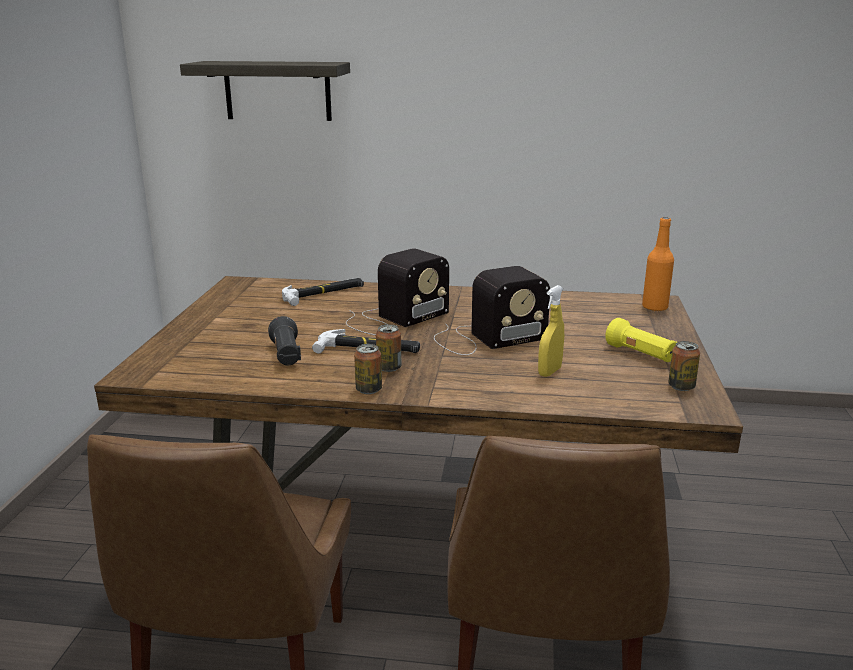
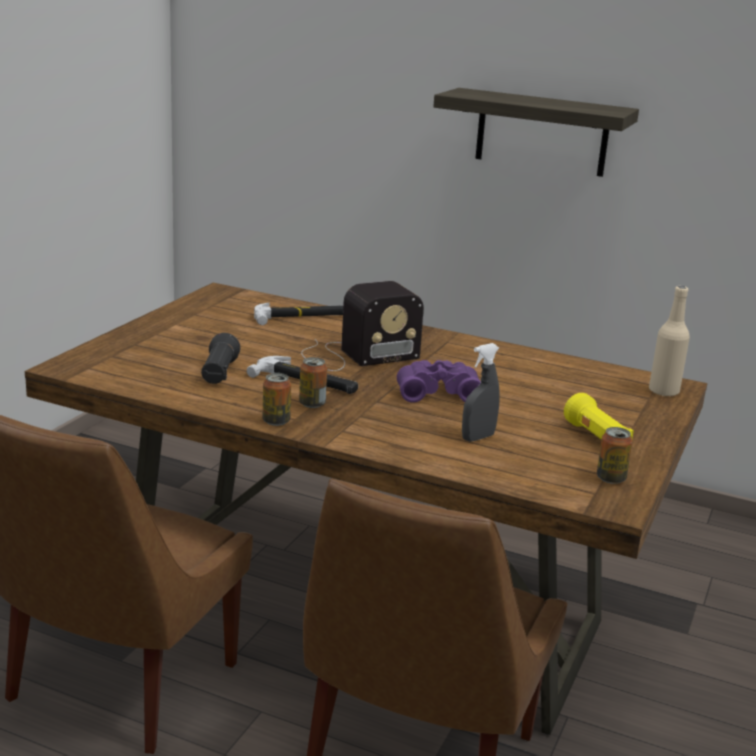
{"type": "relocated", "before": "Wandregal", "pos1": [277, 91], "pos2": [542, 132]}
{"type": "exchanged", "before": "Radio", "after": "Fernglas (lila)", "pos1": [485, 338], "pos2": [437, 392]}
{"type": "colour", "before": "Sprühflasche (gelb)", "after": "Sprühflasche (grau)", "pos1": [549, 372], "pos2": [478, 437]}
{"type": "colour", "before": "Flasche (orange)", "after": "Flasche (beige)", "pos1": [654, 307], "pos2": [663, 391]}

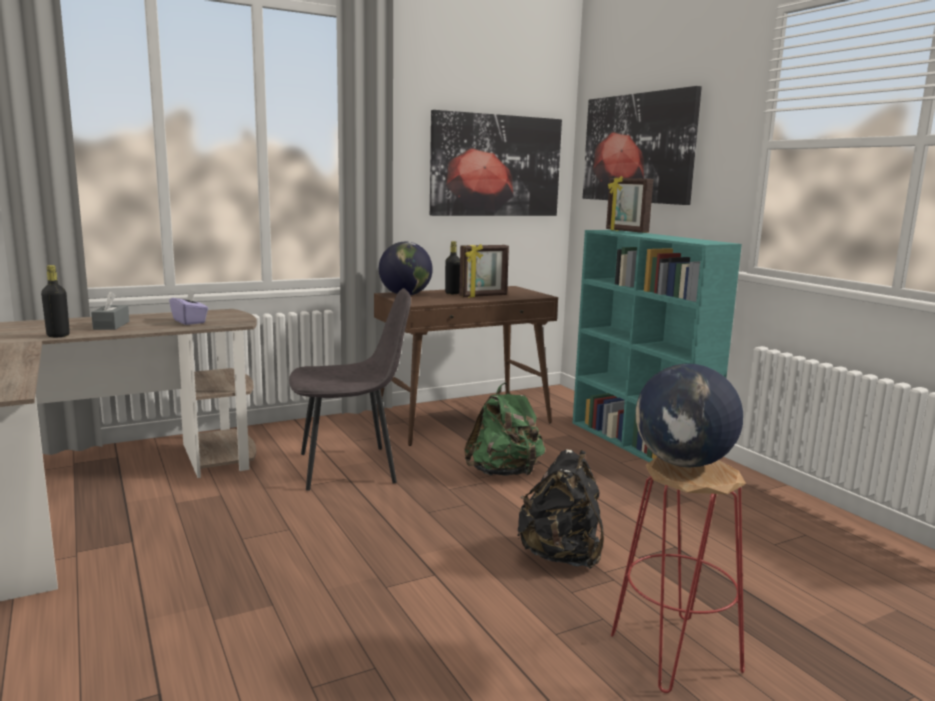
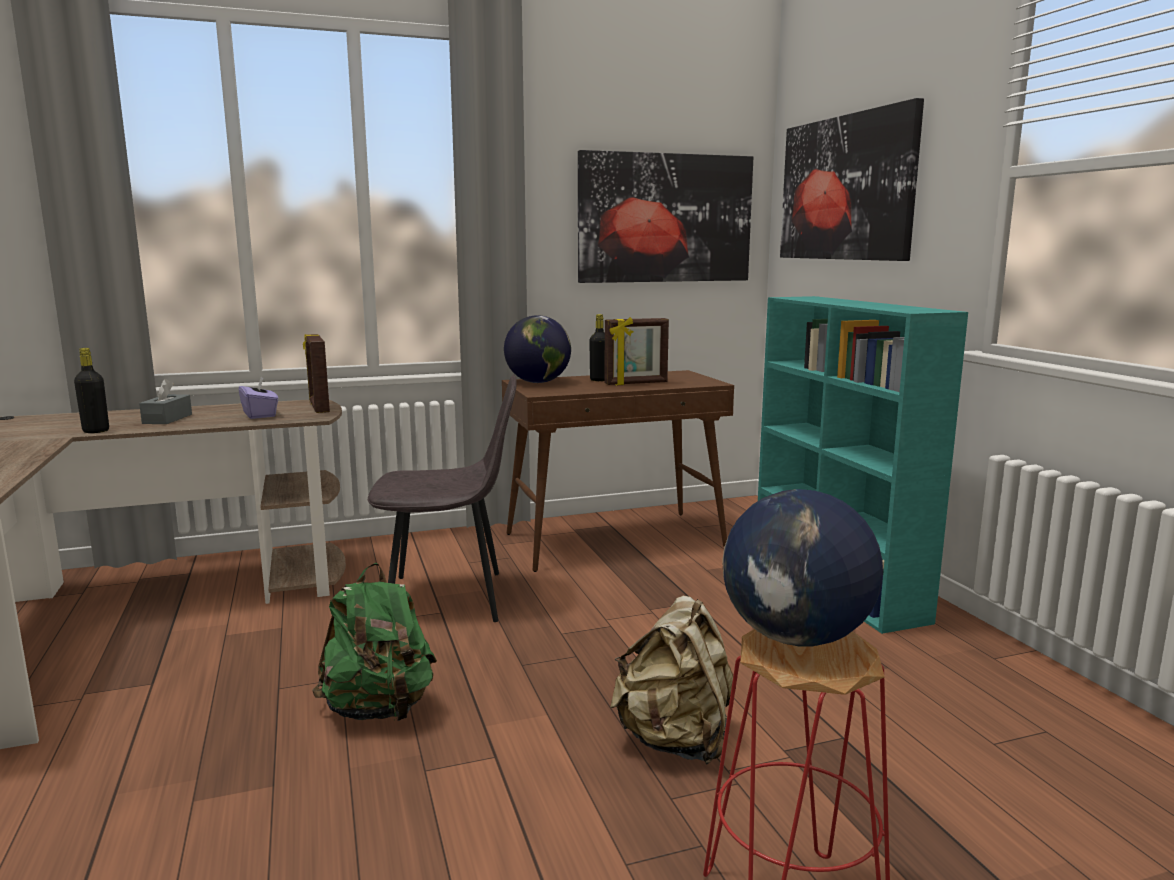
{"type": "relocated", "before": "Rucksack (grün)", "pos1": [504, 473], "pos2": [379, 709]}
{"type": "colour", "before": "Rucksack (schwarz)", "after": "Rucksack (beige)", "pos1": [561, 556], "pos2": [675, 740]}
{"type": "relocated", "before": "Bilderrahmen", "pos1": [626, 231], "pos2": [318, 407]}

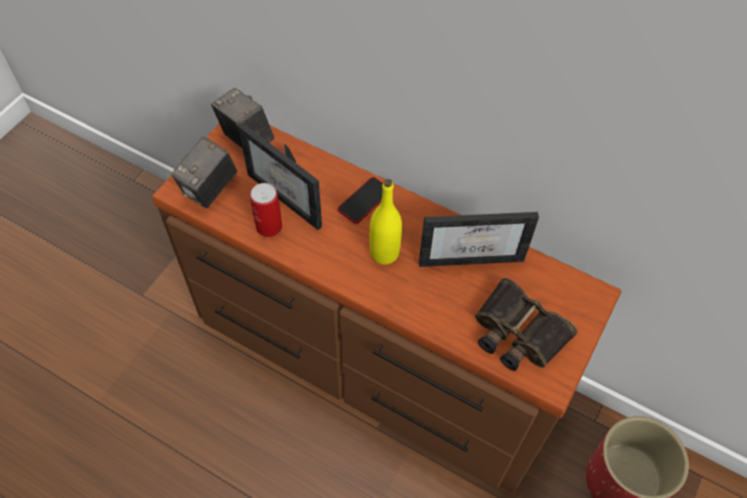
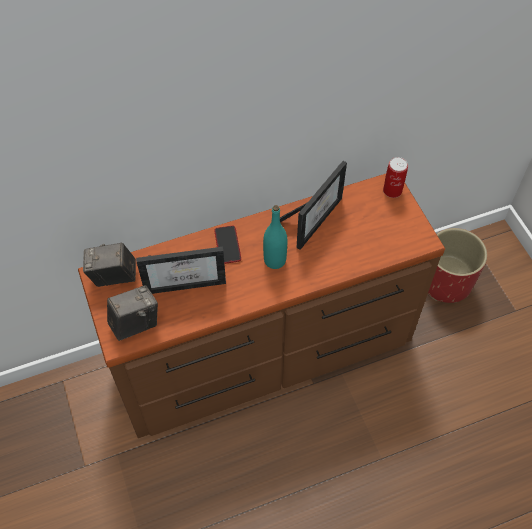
{"type": "spun", "before": "Kamera", "pos1": [210, 189], "pos2": [135, 323], "turn": -105}
{"type": "relocated", "before": "Dose", "pos1": [269, 227], "pos2": [392, 190]}
{"type": "colour", "before": "Flasche (gelb)", "after": "Flasche (türkis)", "pos1": [384, 253], "pos2": [275, 260]}
{"type": "missing", "before": "Fernglas", "pos1": [517, 333]}

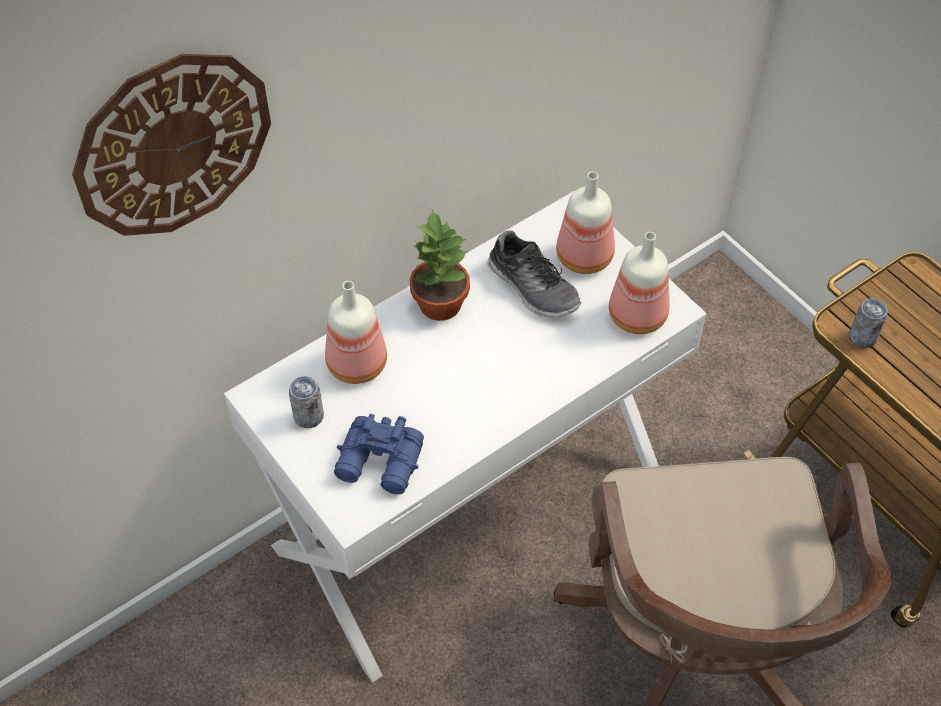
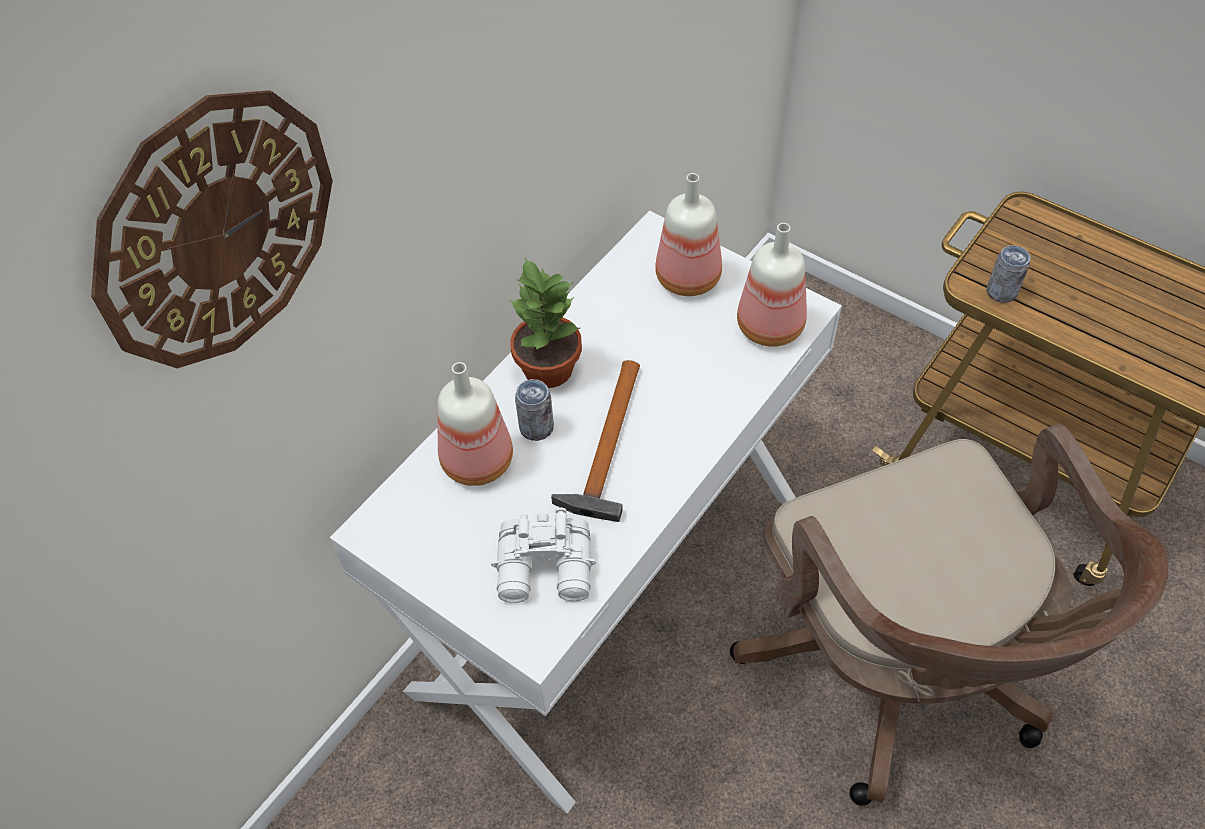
{"type": "relocated", "before": "Dose", "pos1": [308, 416], "pos2": [536, 427]}
{"type": "colour", "before": "Fernglas (blau)", "after": "Fernglas (weiß)", "pos1": [381, 464], "pos2": [547, 570]}
{"type": "missing", "before": "Schuh", "pos1": [533, 287]}
{"type": "appeared", "after": "Hammer", "pos2": [606, 447]}

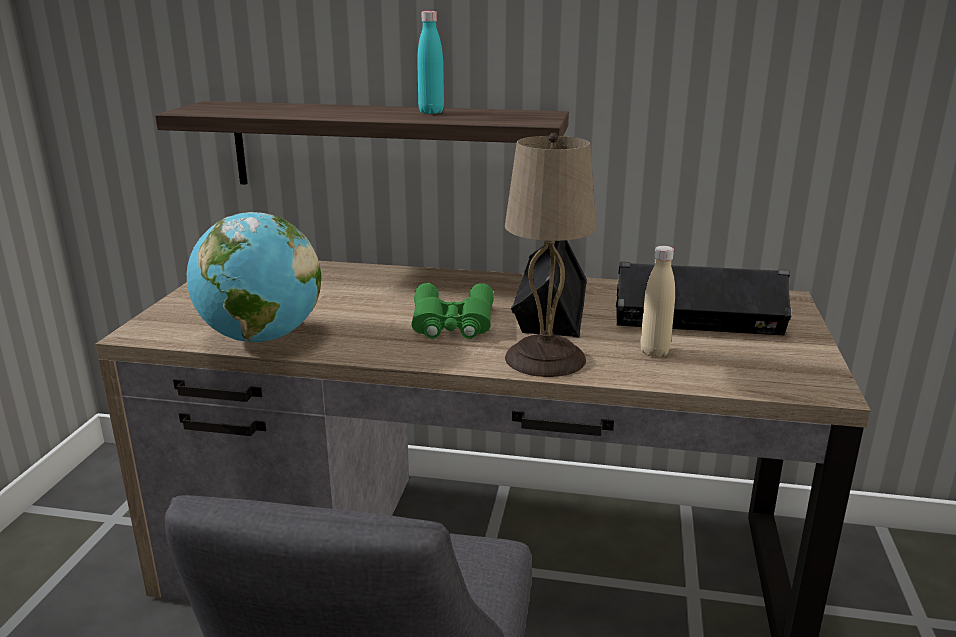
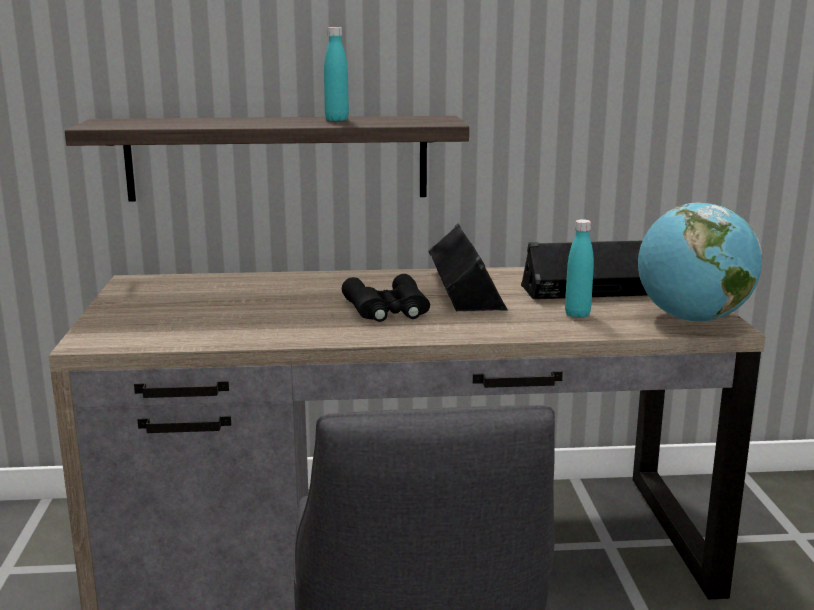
{"type": "relocated", "before": "Globus", "pos1": [261, 338], "pos2": [692, 319]}
{"type": "colour", "before": "Fernglas (grün)", "after": "Fernglas (schwarz)", "pos1": [452, 322], "pos2": [387, 309]}
{"type": "missing", "before": "Tischlampe (beige)", "pos1": [543, 359]}
{"type": "colour", "before": "Flasche (beige)", "after": "Flasche (türkis)", "pos1": [654, 352], "pos2": [577, 315]}

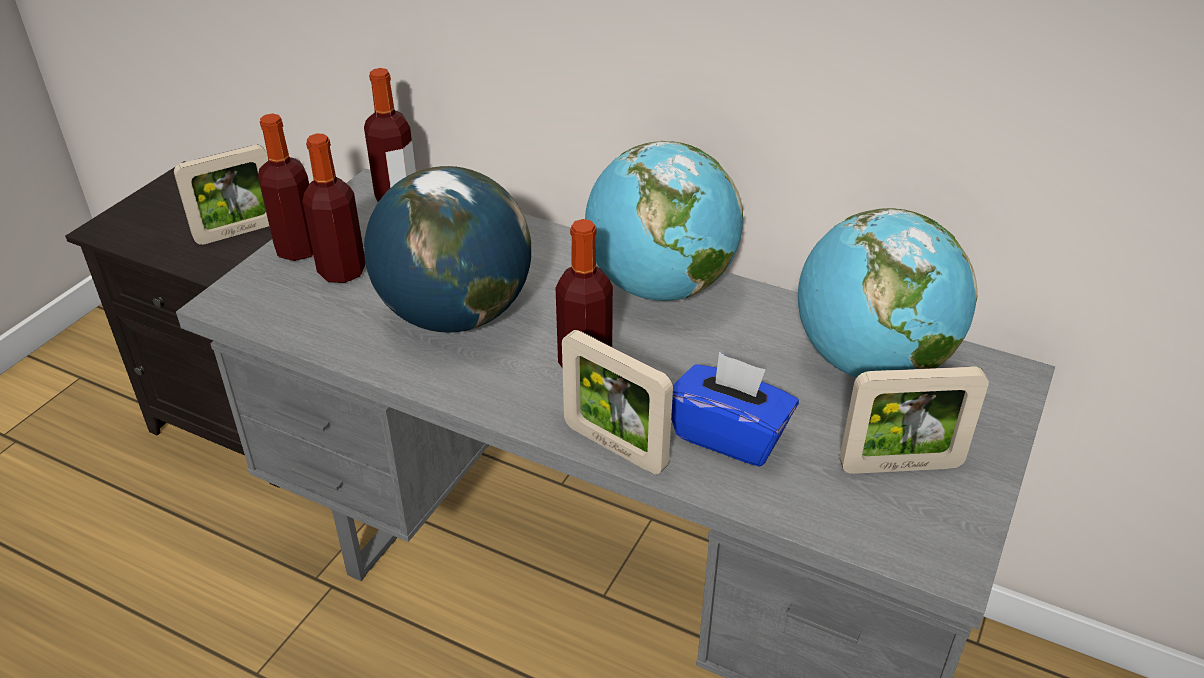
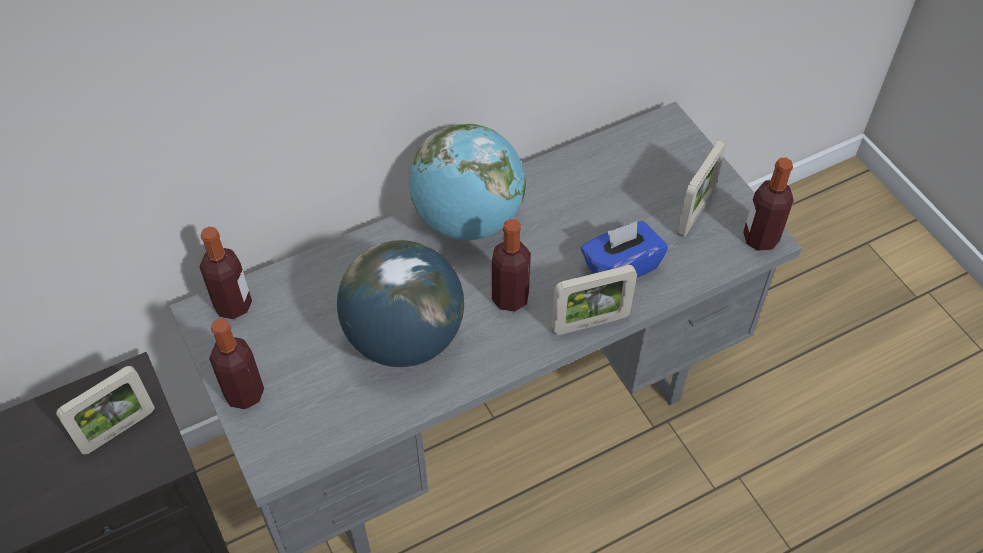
{"type": "spun", "before": "Bilderrahmen", "pos1": [238, 232], "pos2": [118, 430], "turn": 45}
{"type": "relocated", "before": "Flasche", "pos1": [342, 271], "pos2": [760, 238]}
{"type": "missing", "before": "Globus", "pos1": [870, 364]}

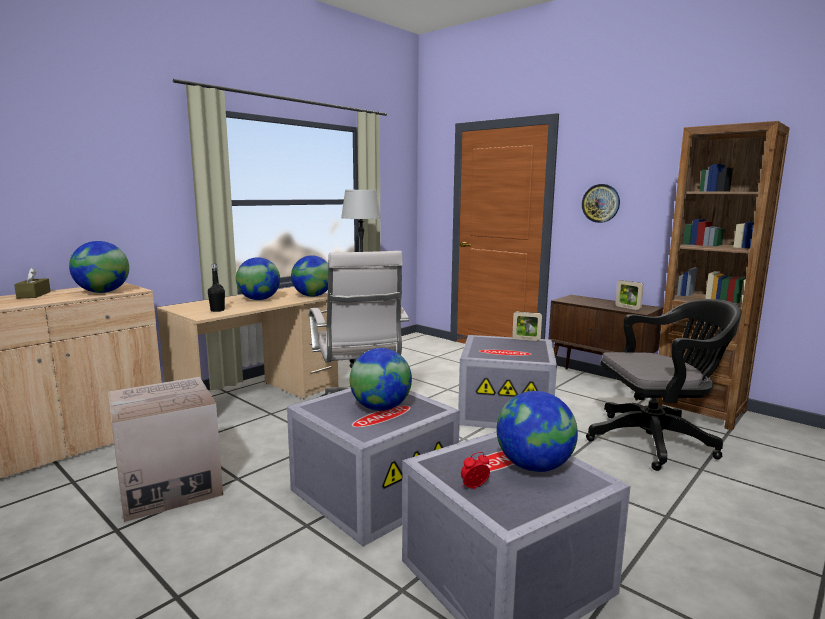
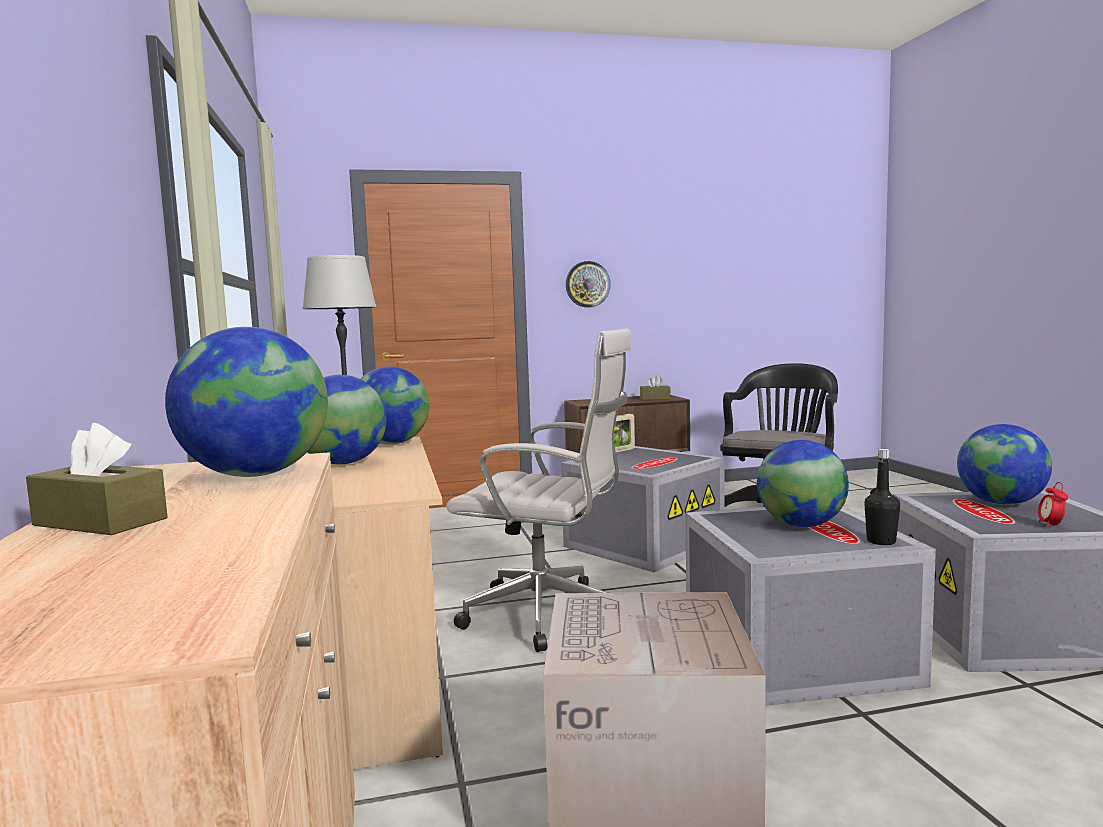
{"type": "relocated", "before": "Flasche (schwarz)", "pos1": [217, 310], "pos2": [881, 541]}
{"type": "exchanged", "before": "Bilderrahmen", "after": "Taschentuchbox (braun)", "pos1": [627, 308], "pos2": [655, 398]}
{"type": "missing", "before": "Bücherregal (braun)", "pos1": [699, 410]}

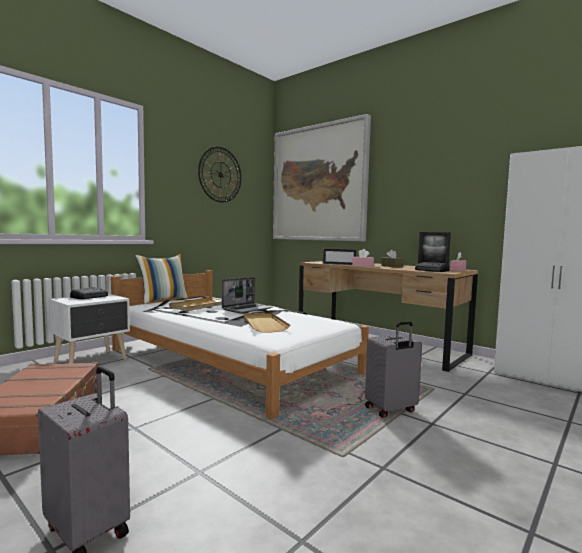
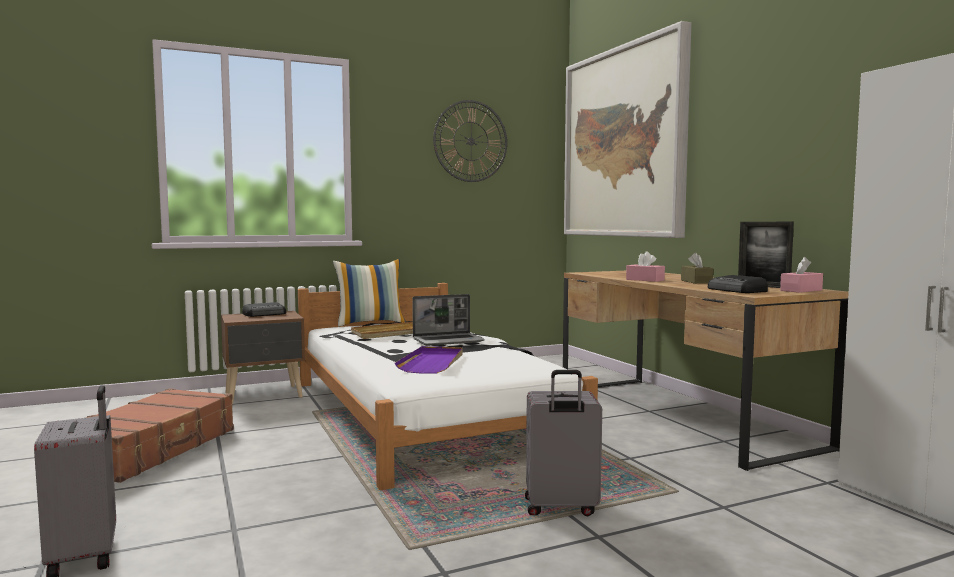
{"type": "colour", "before": "Nachttisch (weiß)", "after": "Nachttisch (braun)", "pos1": [92, 361], "pos2": [265, 395]}
{"type": "colour", "before": "Tablett (beige)", "after": "Tablett (lila)", "pos1": [264, 324], "pos2": [432, 363]}
{"type": "missing", "before": "Bilderrahmen", "pos1": [339, 264]}

